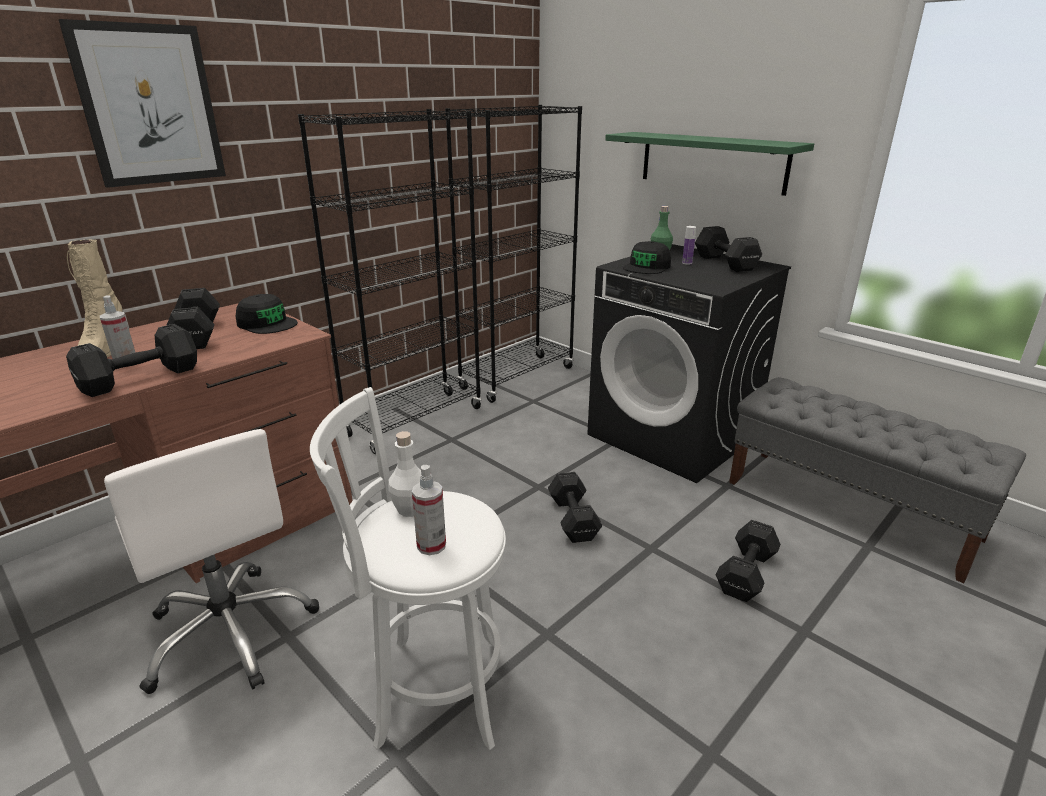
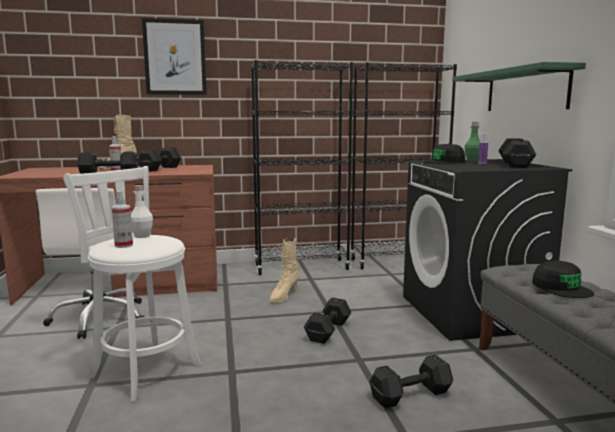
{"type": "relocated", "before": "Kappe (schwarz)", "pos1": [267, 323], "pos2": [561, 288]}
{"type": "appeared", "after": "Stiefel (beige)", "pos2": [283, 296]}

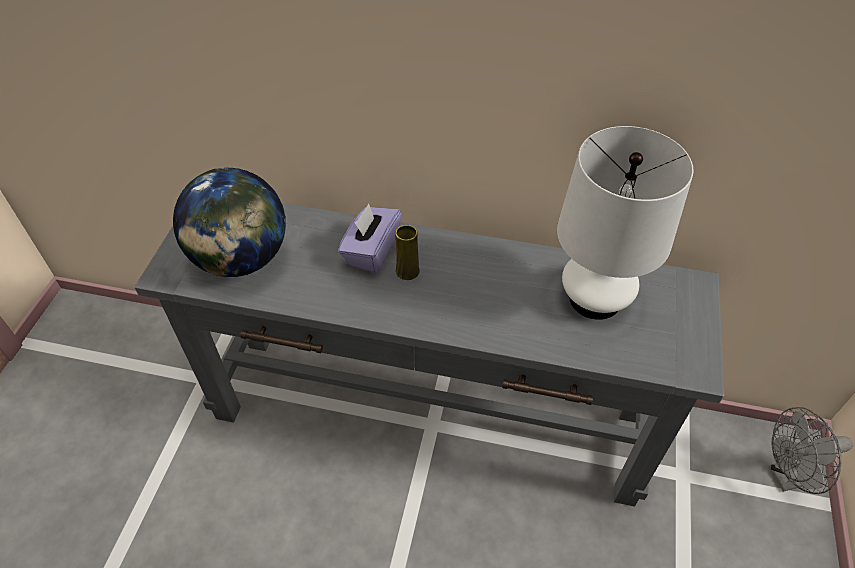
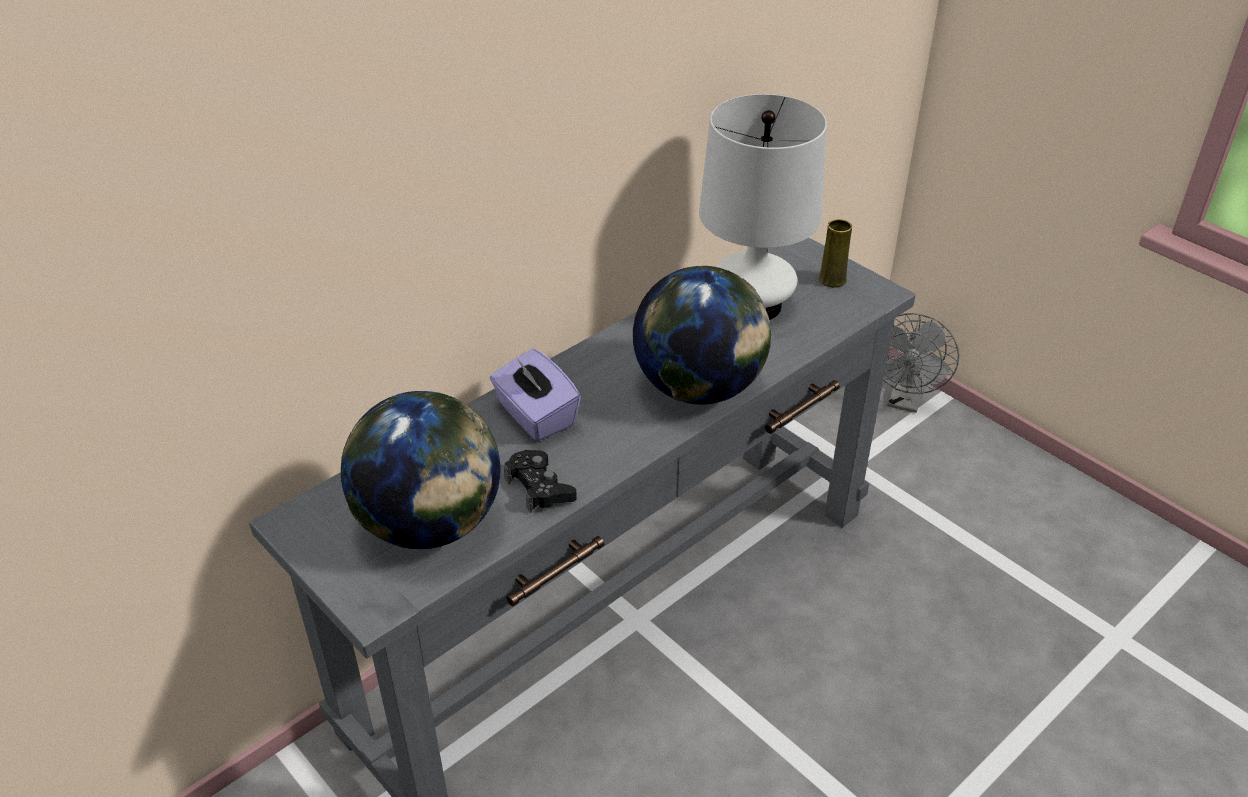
{"type": "relocated", "before": "Vase (gelb)", "pos1": [407, 271], "pos2": [832, 280]}
{"type": "appeared", "after": "Gamepad (schwarz)", "pos2": [539, 488]}
{"type": "appeared", "after": "Globus", "pos2": [699, 389]}

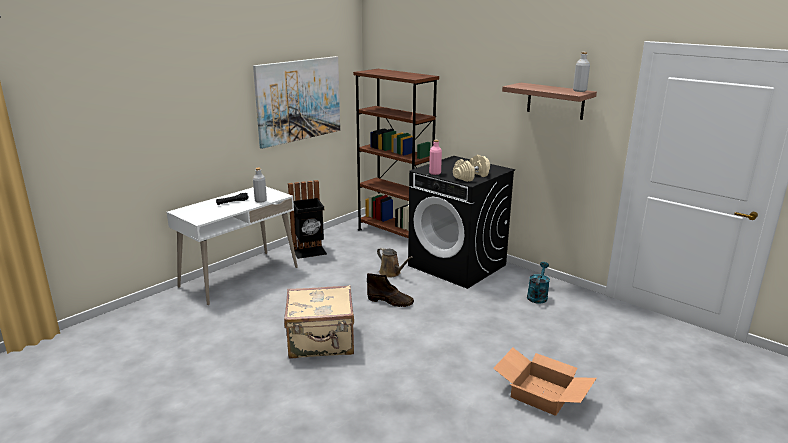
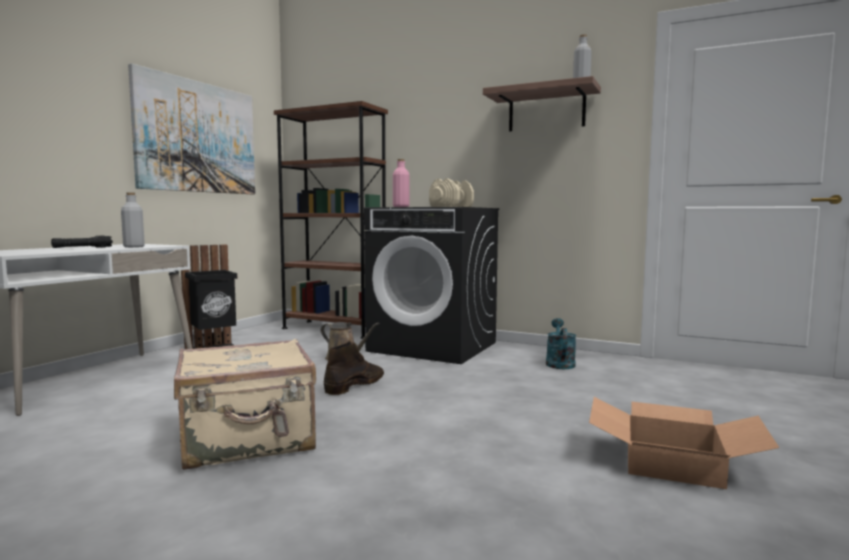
{"type": "spun", "before": "Stiefel (braun)", "pos1": [390, 301], "pos2": [355, 384], "turn": -60}

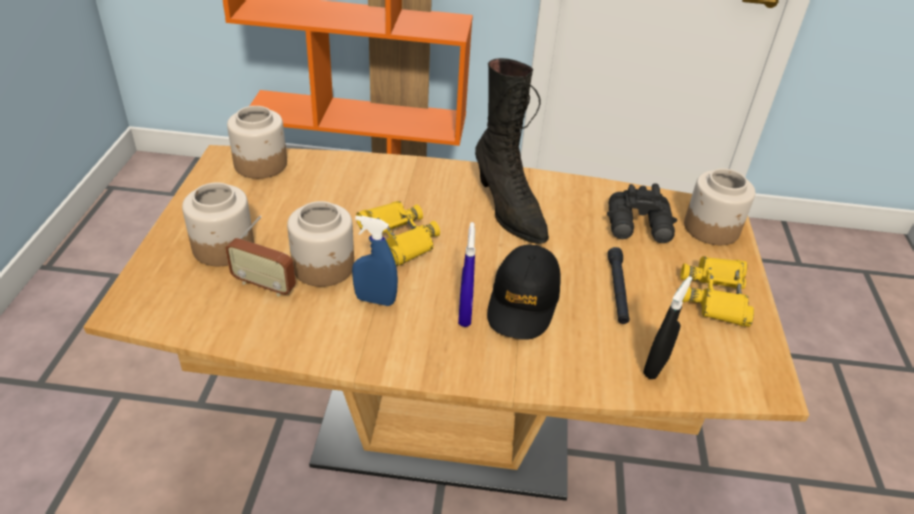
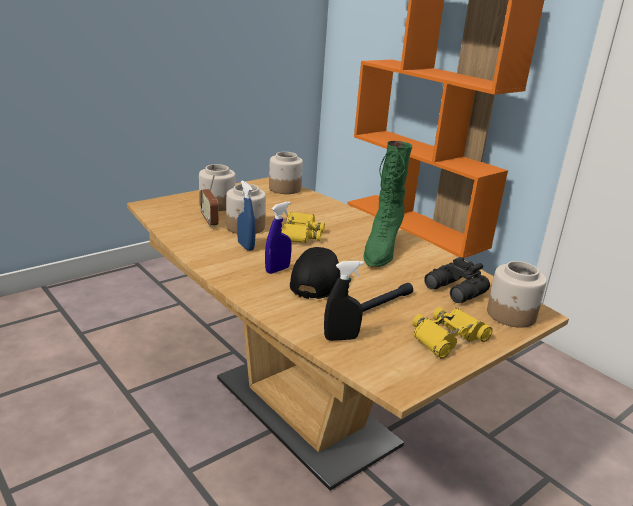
{"type": "colour", "before": "Stiefel (schwarz)", "after": "Stiefel (grün)", "pos1": [508, 210], "pos2": [381, 250]}
{"type": "spun", "before": "Kappe (schwarz)", "pos1": [523, 302], "pos2": [317, 281], "turn": 135}

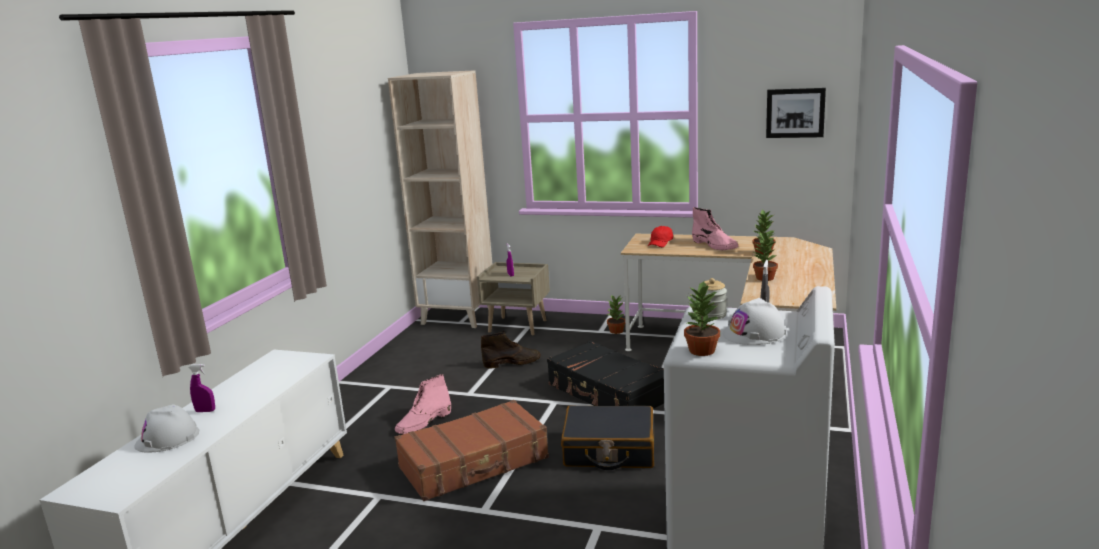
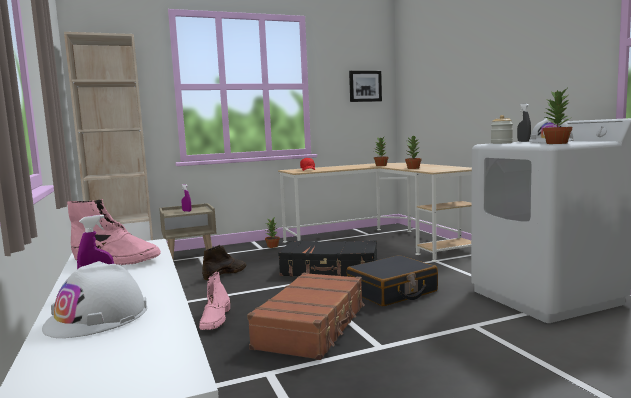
{"type": "relocated", "before": "Stiefel (rosa)", "pos1": [715, 245], "pos2": [117, 260]}

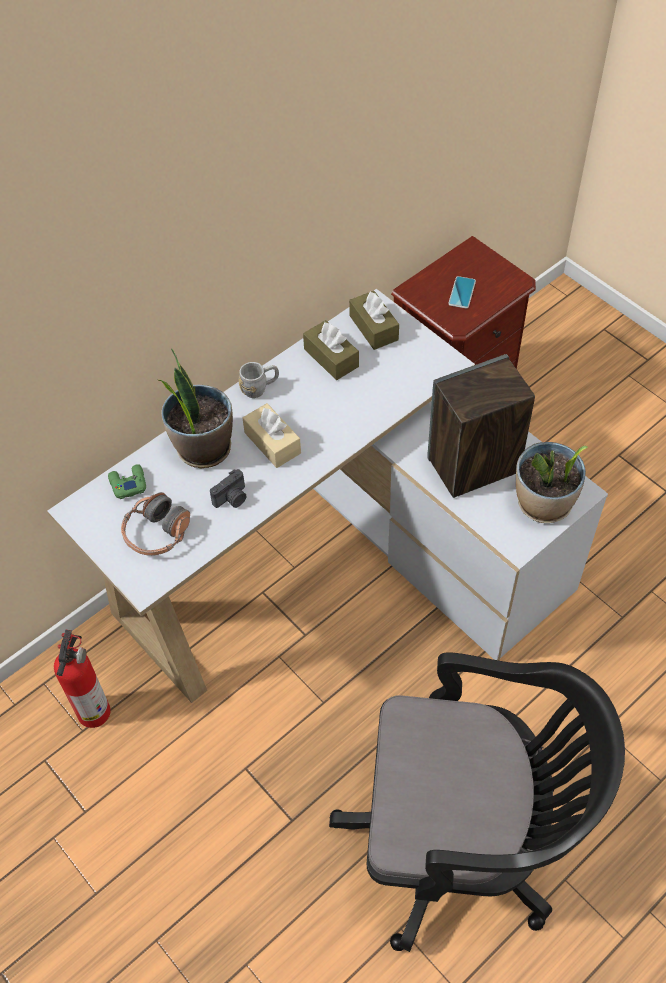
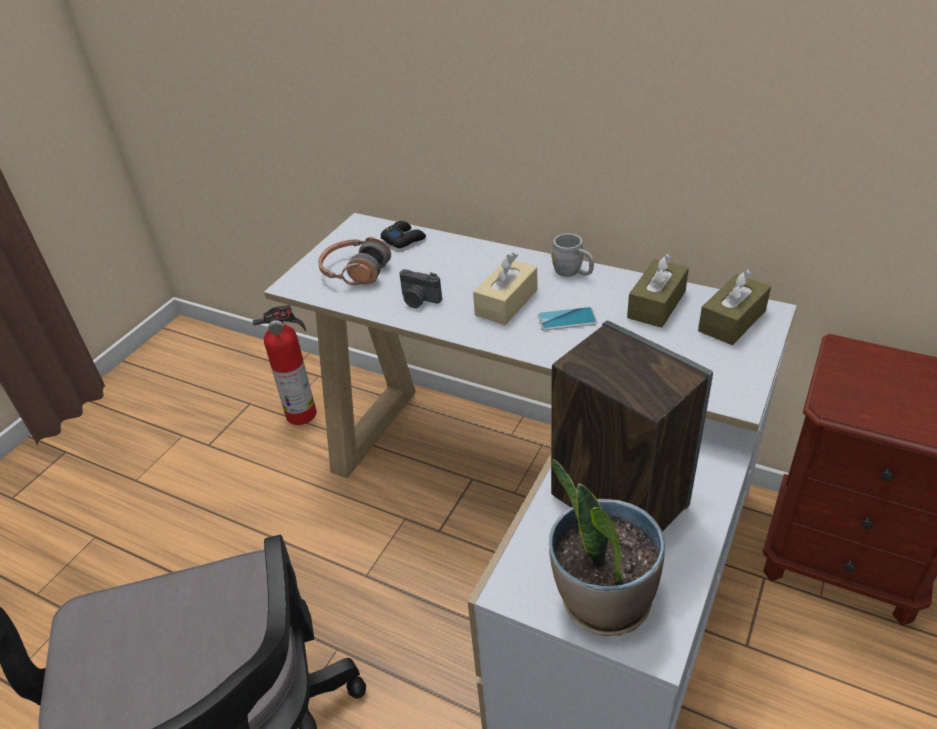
{"type": "colour", "before": "Gamepad (grün)", "after": "Gamepad (schwarz)", "pos1": [128, 484], "pos2": [403, 239]}
{"type": "missing", "before": "Topfpflanze", "pos1": [203, 448]}
{"type": "relocated", "before": "Handy", "pos1": [462, 293], "pos2": [567, 319]}

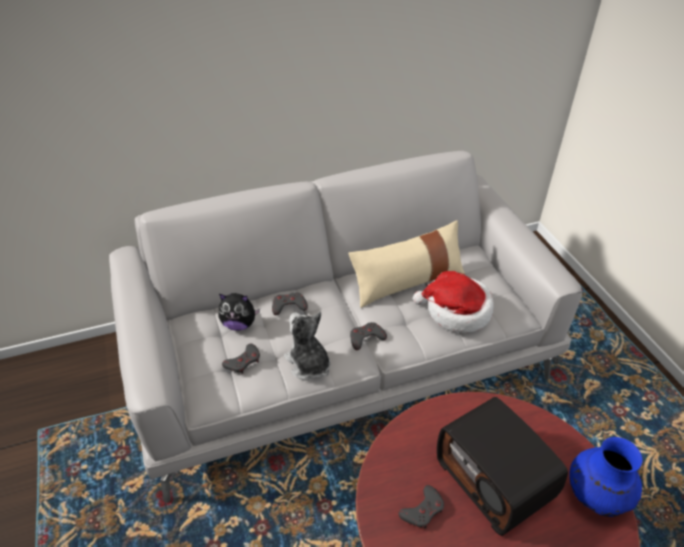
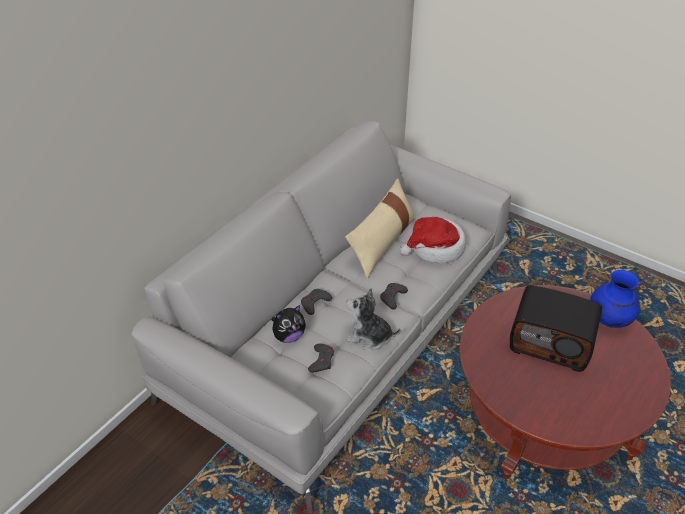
{"type": "missing", "before": "Gamepad (grau)", "pos1": [423, 510]}

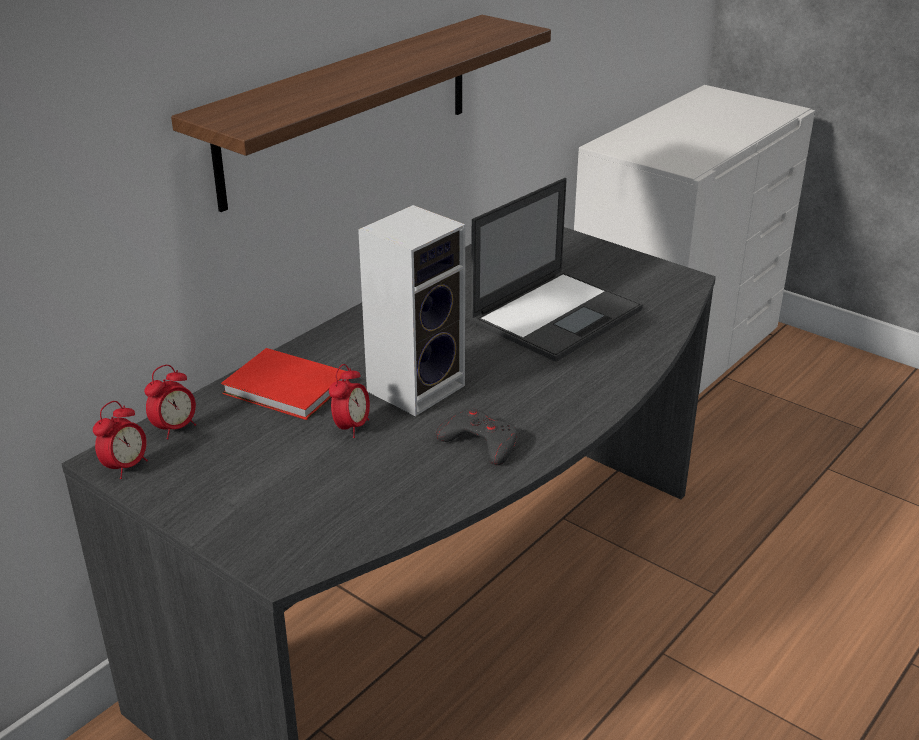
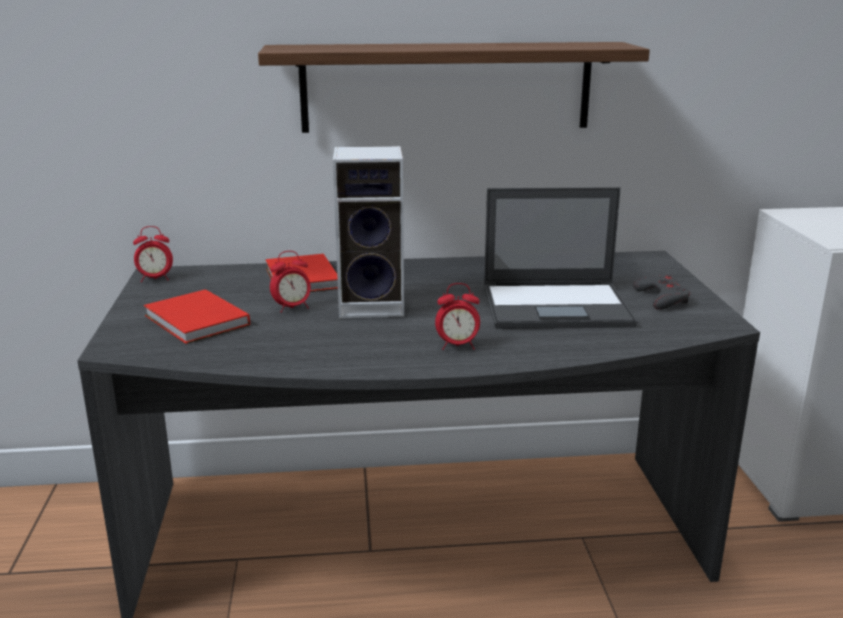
{"type": "relocated", "before": "Wecker", "pos1": [175, 428], "pos2": [457, 346]}
{"type": "relocated", "before": "Gamepad (grau)", "pos1": [480, 442], "pos2": [661, 298]}
{"type": "appeared", "after": "Buch (rot)", "pos2": [196, 321]}

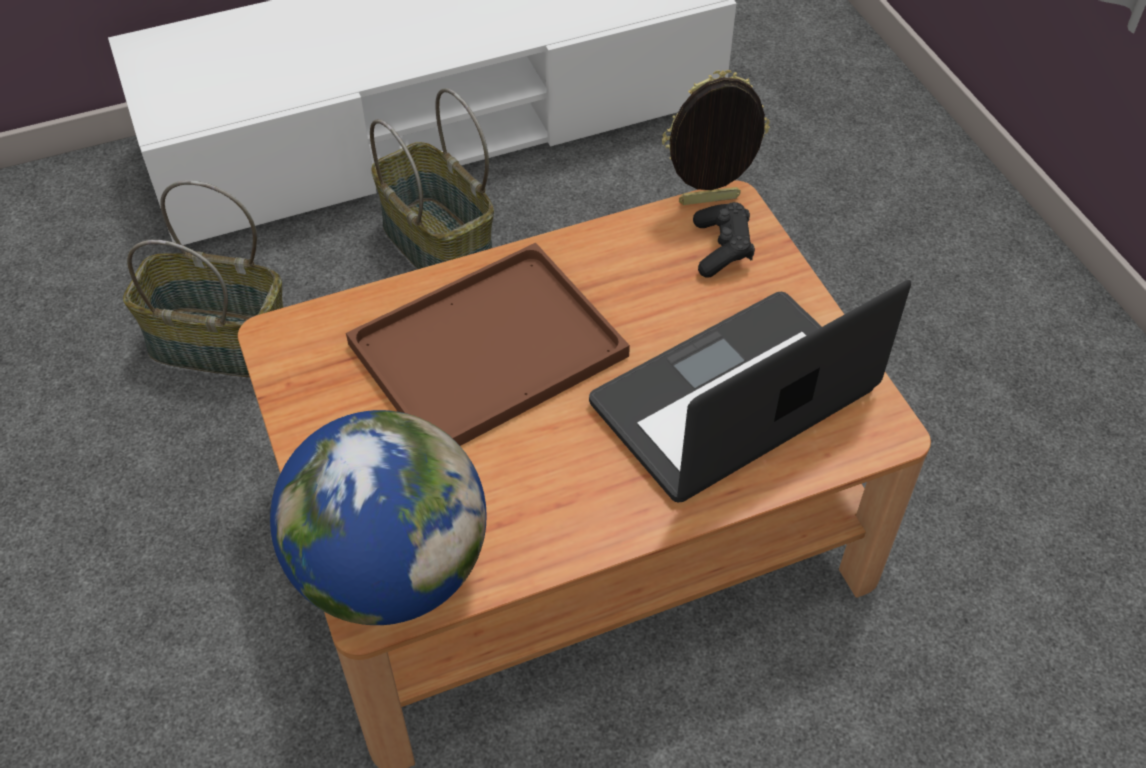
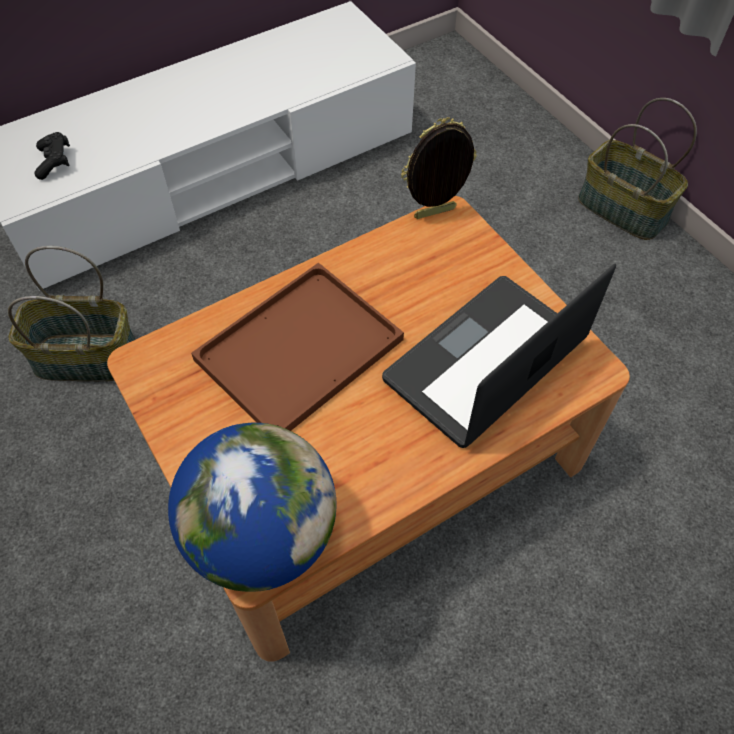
{"type": "relocated", "before": "Korb", "pos1": [436, 245], "pos2": [621, 210]}
{"type": "relocated", "before": "Gamepad (schwarz)", "pos1": [722, 249], "pos2": [55, 162]}

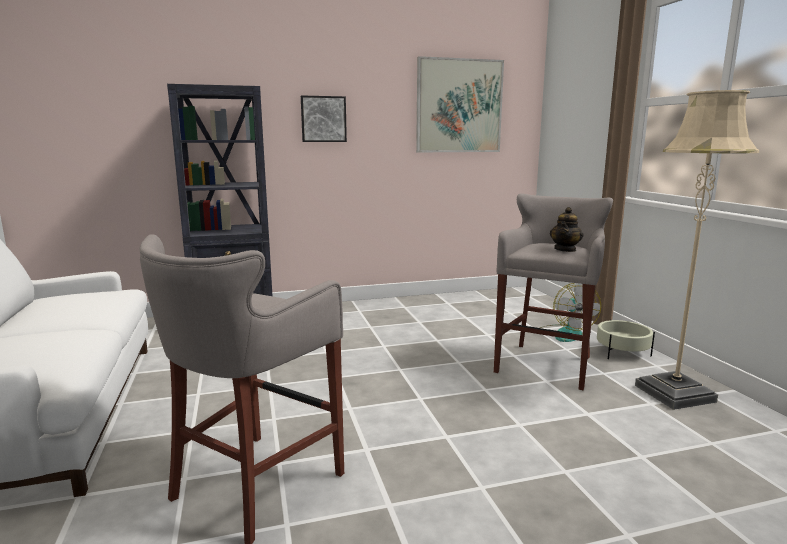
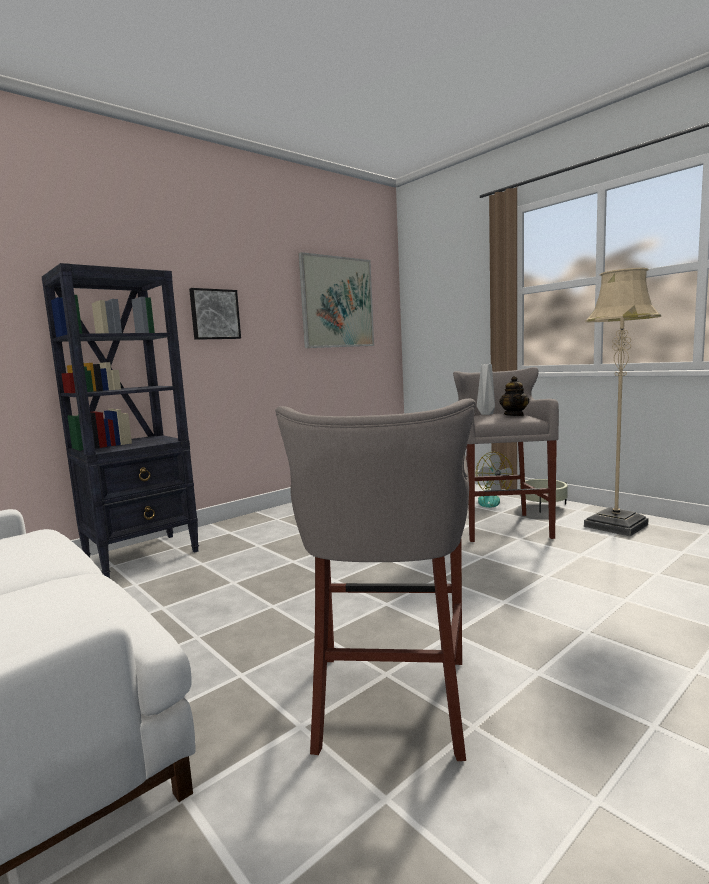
{"type": "appeared", "after": "Vase (grau)", "pos2": [485, 414]}

